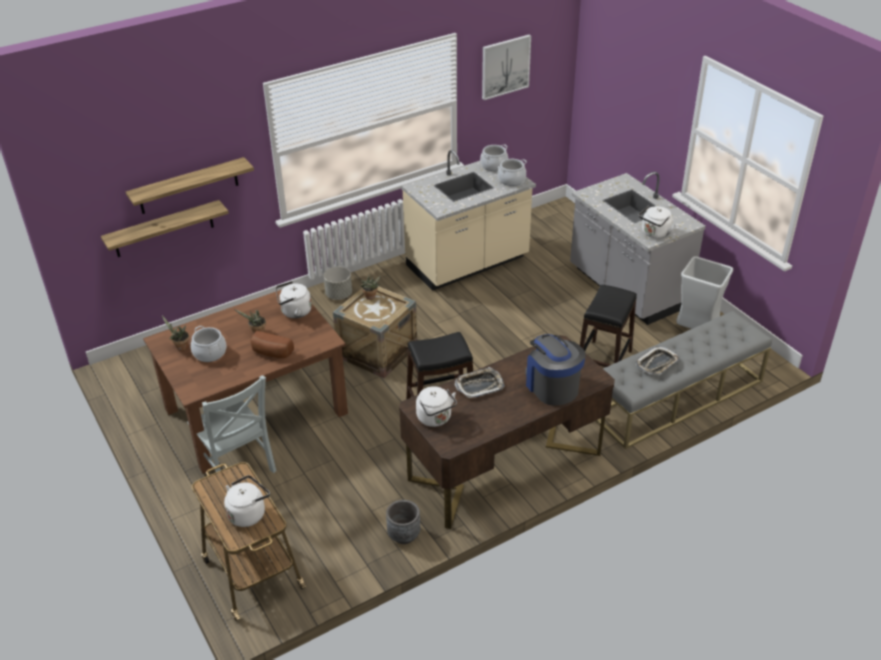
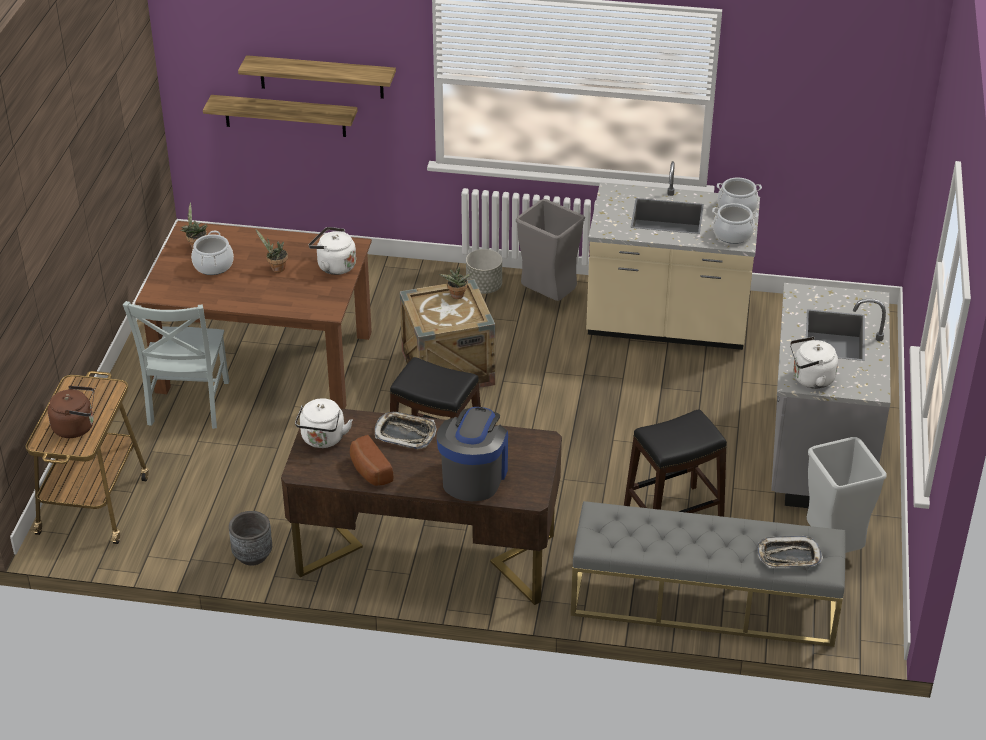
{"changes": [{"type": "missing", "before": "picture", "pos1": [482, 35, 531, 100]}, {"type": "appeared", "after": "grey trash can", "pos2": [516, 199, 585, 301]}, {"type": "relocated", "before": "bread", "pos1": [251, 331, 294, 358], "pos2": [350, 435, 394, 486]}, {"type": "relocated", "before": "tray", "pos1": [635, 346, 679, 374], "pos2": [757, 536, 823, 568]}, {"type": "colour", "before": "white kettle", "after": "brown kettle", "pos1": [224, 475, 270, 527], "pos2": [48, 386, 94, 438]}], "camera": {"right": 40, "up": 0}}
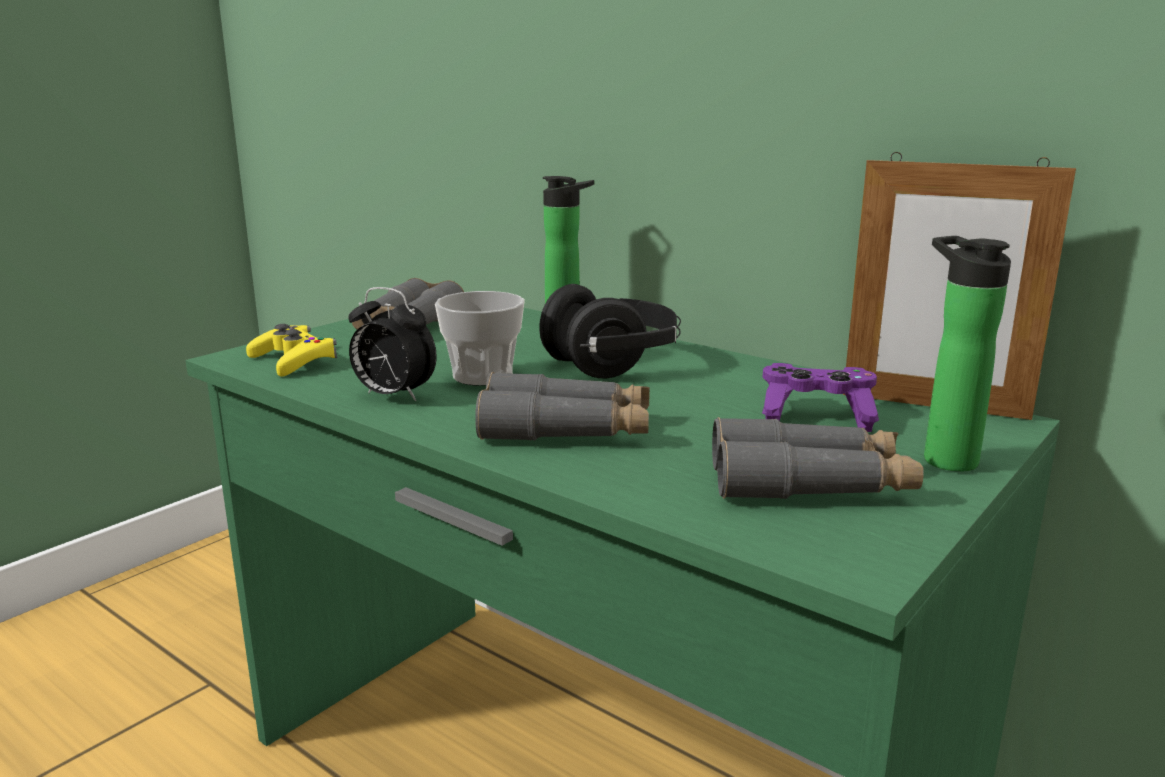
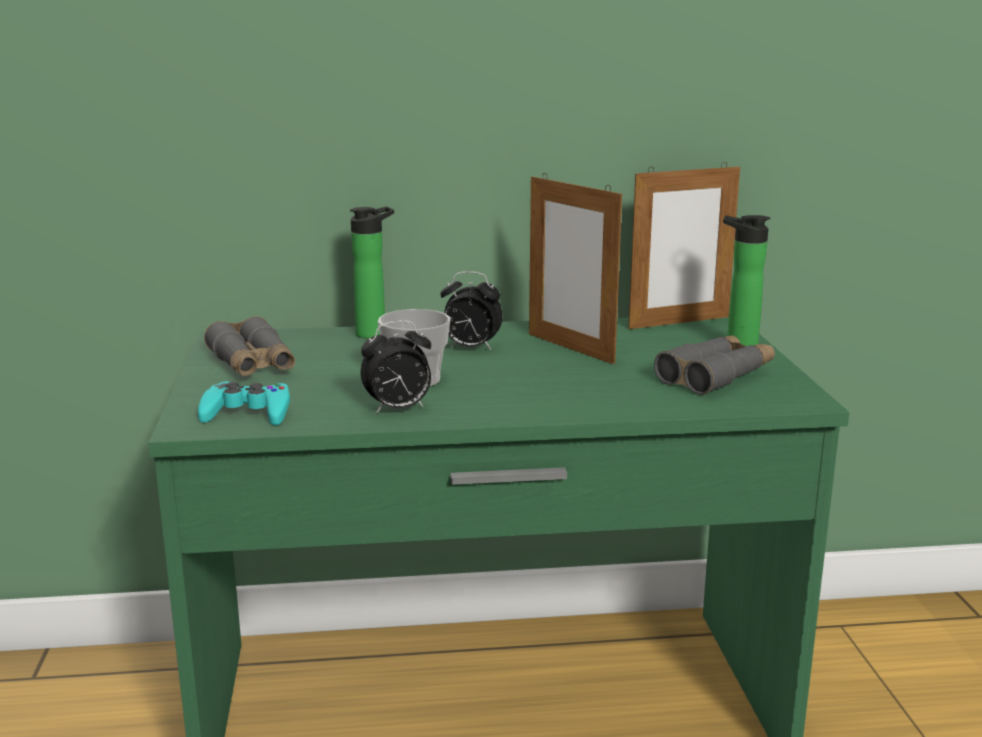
{"changes": [{"type": "missing", "before": "grey binoculars", "pos1": [475, 372, 650, 441]}, {"type": "missing", "before": "purple game controller", "pos1": [762, 363, 879, 432]}, {"type": "appeared", "after": "picture frame", "pos2": [529, 173, 622, 364]}, {"type": "exchanged", "before": "black headphones", "after": "alarm clock", "pos1": [539, 284, 681, 379], "pos2": [441, 271, 503, 350]}, {"type": "colour", "before": "yellow game controller", "after": "turquoise game controller", "pos1": [246, 324, 337, 376], "pos2": [198, 381, 290, 425]}], "camera": {"right": -45, "up": 0}}
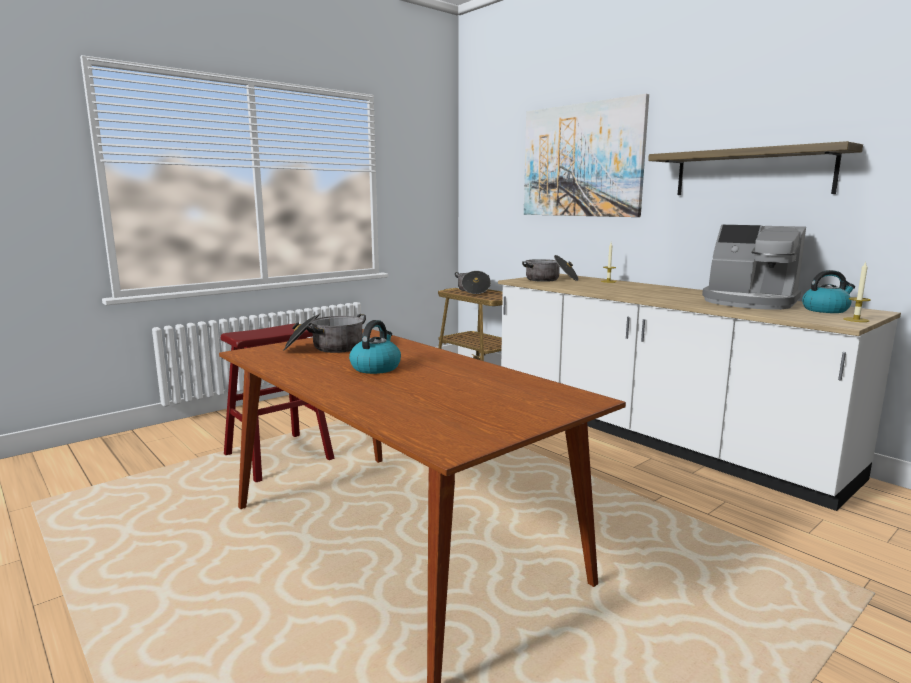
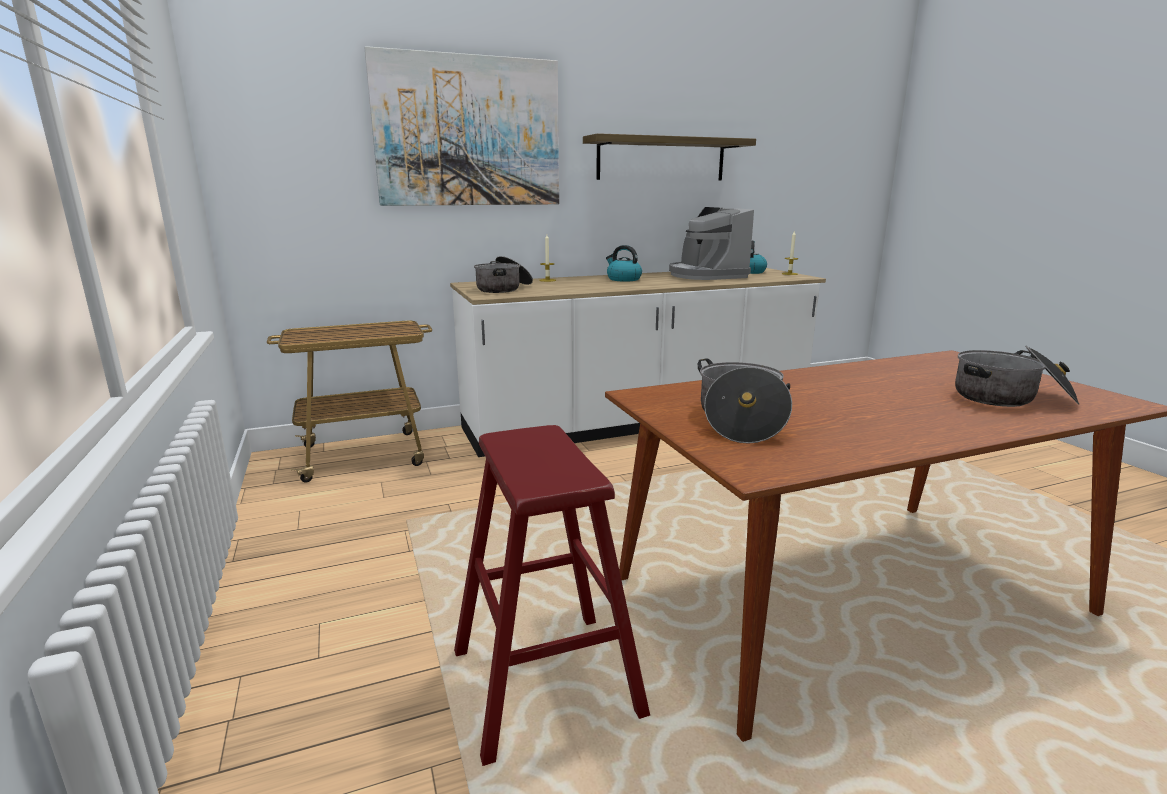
{"changes": [{"type": "relocated", "before": "kettle", "pos1": [349, 320, 401, 374], "pos2": [606, 245, 642, 281]}, {"type": "relocated", "before": "cooking pot", "pos1": [455, 271, 491, 294], "pos2": [955, 346, 1079, 407]}, {"type": "spun", "before": "coffee machine", "pos1": [702, 225, 806, 310], "pos2": [669, 207, 754, 280], "turn": 105}], "camera": {"right": -70, "up": 5}}
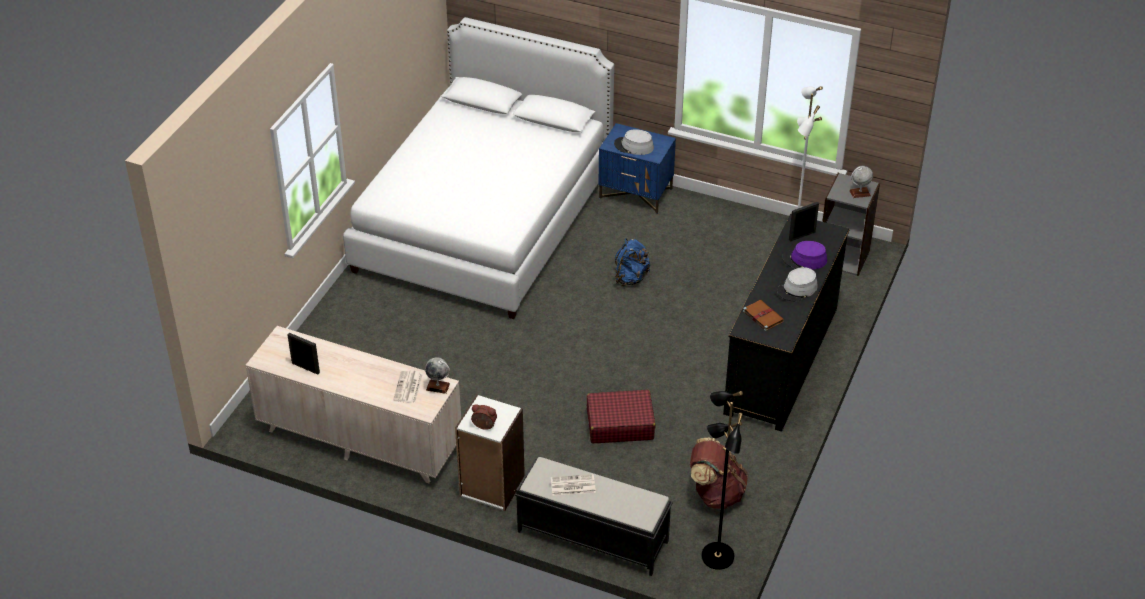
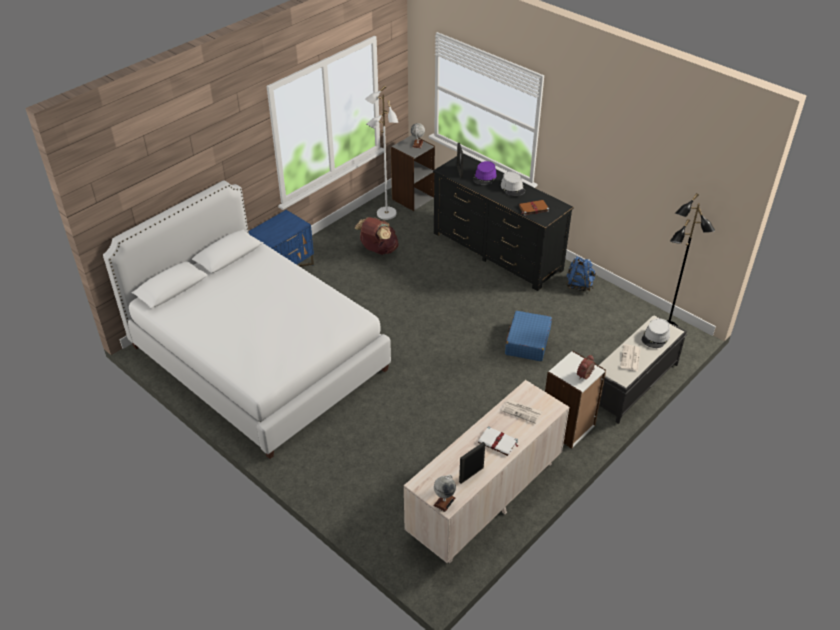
{"changes": [{"type": "appeared", "after": "white book", "pos2": [478, 426, 519, 456]}, {"type": "relocated", "before": "globe", "pos1": [425, 357, 450, 394], "pos2": [433, 474, 456, 512]}, {"type": "relocated", "before": "grey hat", "pos1": [614, 129, 654, 155], "pos2": [641, 318, 670, 348]}, {"type": "relocated", "before": "blue backpack", "pos1": [615, 238, 650, 286], "pos2": [566, 256, 596, 291]}, {"type": "relocated", "before": "brown backpack", "pos1": [690, 438, 748, 509], "pos2": [355, 217, 399, 255]}, {"type": "colour", "before": "red suitcase", "after": "blue suitcase", "pos1": [587, 390, 655, 443], "pos2": [505, 311, 552, 361]}], "camera": {"right": -70, "up": 0}}
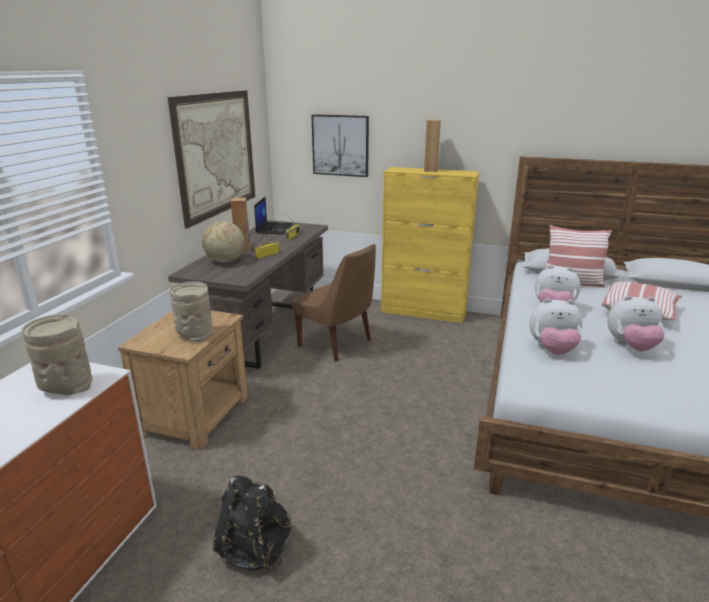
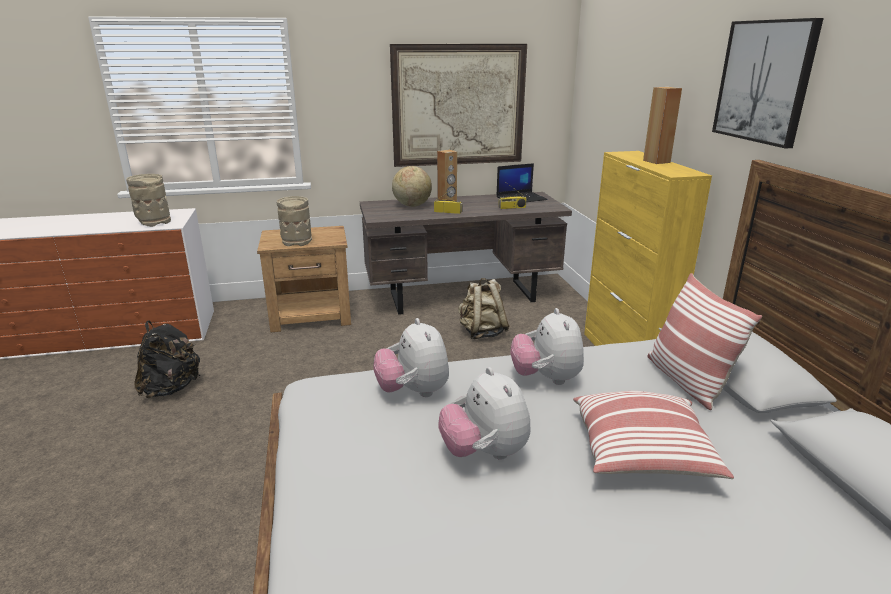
{"changes": [{"type": "relocated", "before": "picture", "pos1": [311, 114, 369, 177], "pos2": [712, 18, 824, 148]}, {"type": "exchanged", "before": "brown chair", "after": "beige backpack", "pos1": [292, 244, 376, 362], "pos2": [458, 278, 510, 339]}], "camera": {"right": 60, "up": 0}}
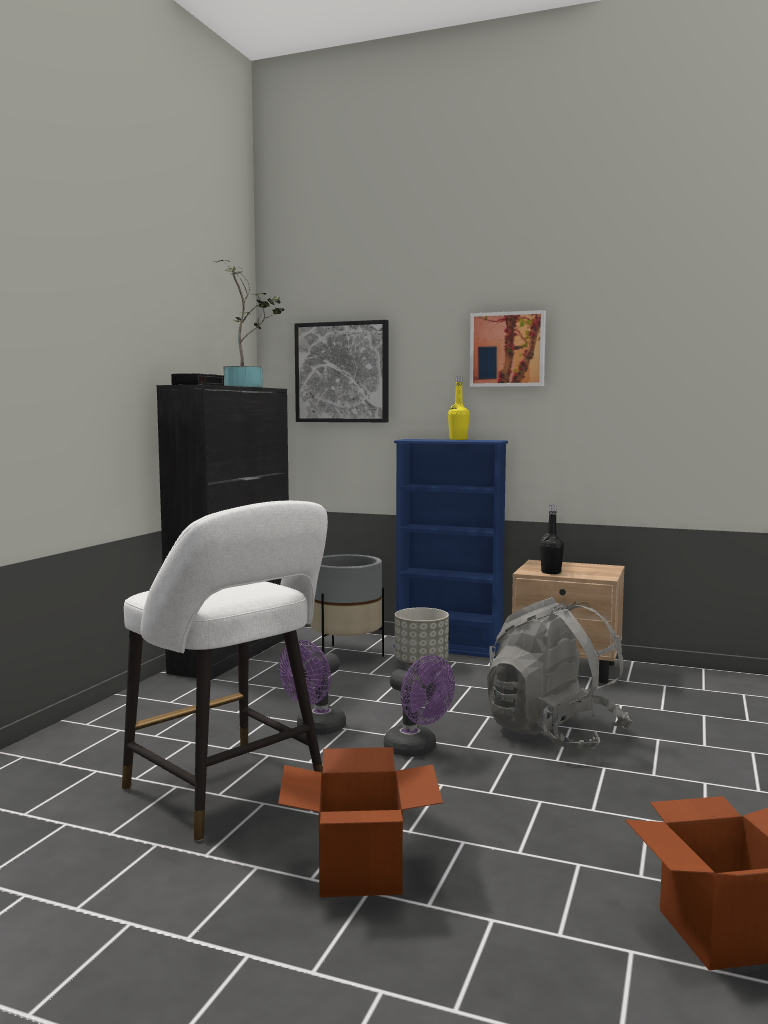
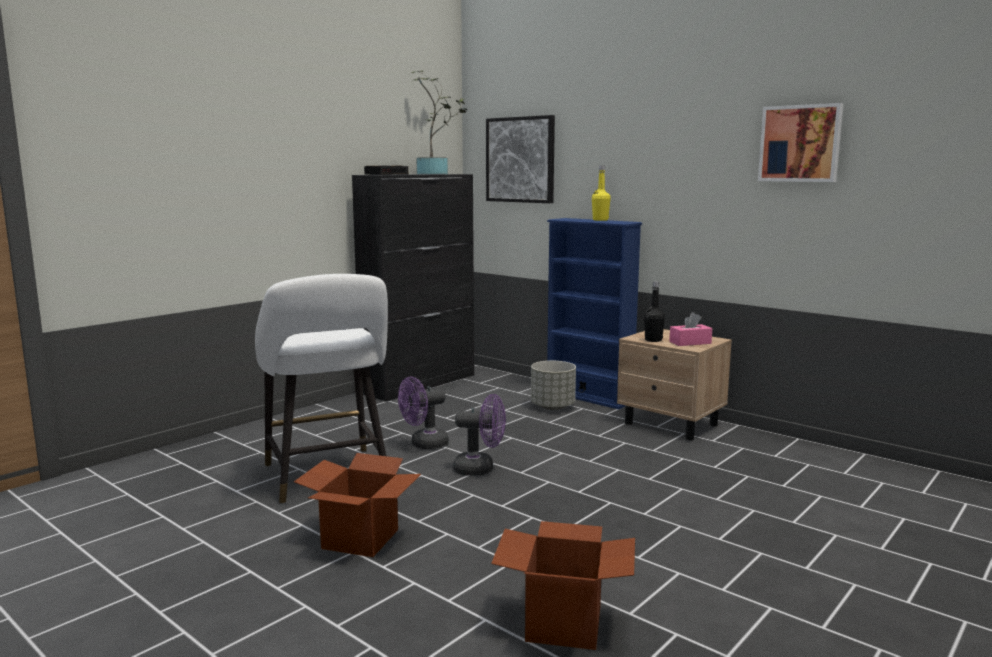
{"changes": [{"type": "missing", "before": "grey planter", "pos1": [310, 554, 384, 657]}, {"type": "missing", "before": "grey backpack", "pos1": [487, 597, 633, 750]}, {"type": "appeared", "after": "pink tissue box", "pos2": [669, 312, 712, 346]}, {"type": "relocated", "before": "picture", "pos1": [470, 310, 546, 387], "pos2": [758, 103, 844, 182]}, {"type": "spun", "before": "purple fan", "pos1": [384, 655, 455, 757], "pos2": [453, 394, 506, 476], "turn": -60}], "camera": {"right": 20, "up": 5}}
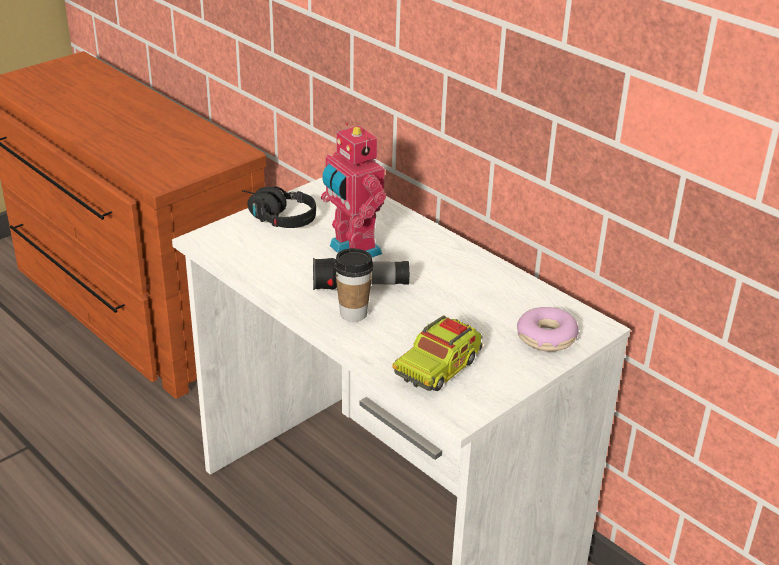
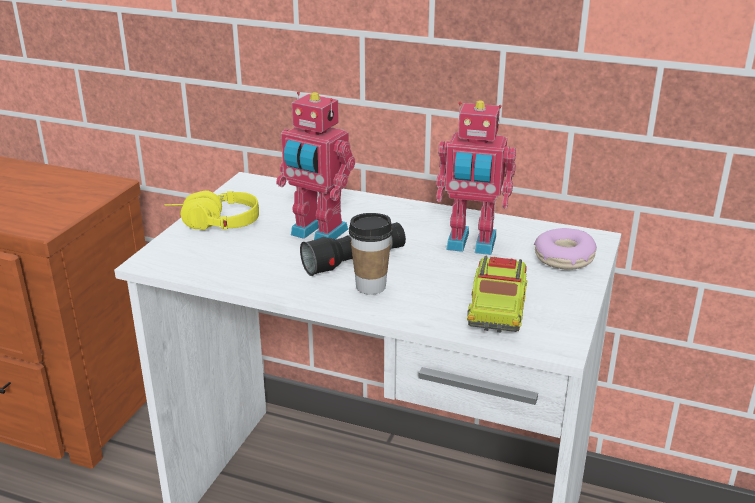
{"changes": [{"type": "appeared", "after": "toy robot", "pos2": [436, 101, 516, 255]}, {"type": "colour", "before": "black headphones", "after": "yellow headphones", "pos1": [242, 186, 316, 228], "pos2": [165, 190, 259, 230]}], "camera": {"right": -25, "up": -5}}
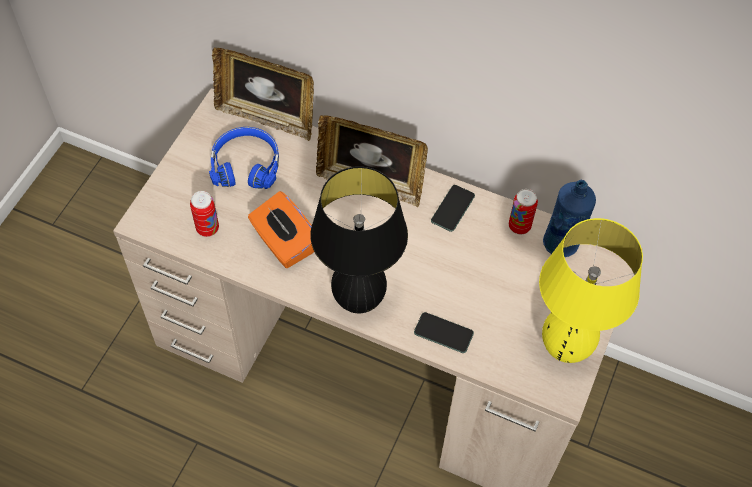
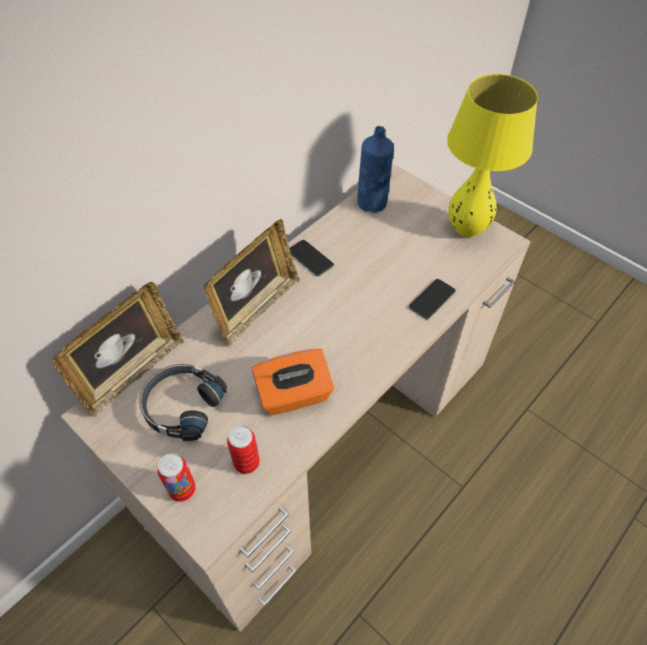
{"changes": [{"type": "missing", "before": "black table lamp", "pos1": [310, 166, 408, 313]}, {"type": "relocated", "before": "can", "pos1": [509, 189, 538, 234], "pos2": [157, 453, 196, 502]}, {"type": "colour", "before": "blue headphones", "after": "black headphones", "pos1": [209, 127, 279, 189], "pos2": [139, 364, 227, 441]}], "camera": {"right": -70, "up": -5}}
